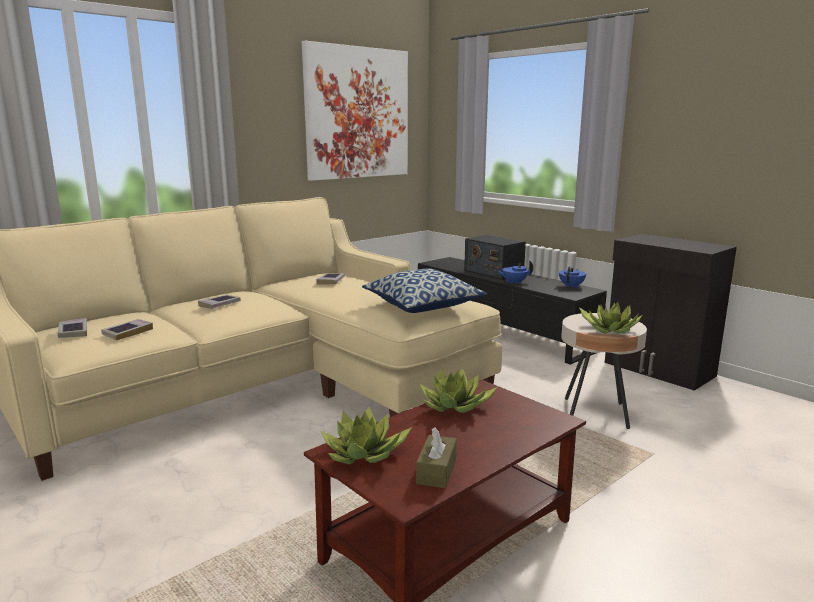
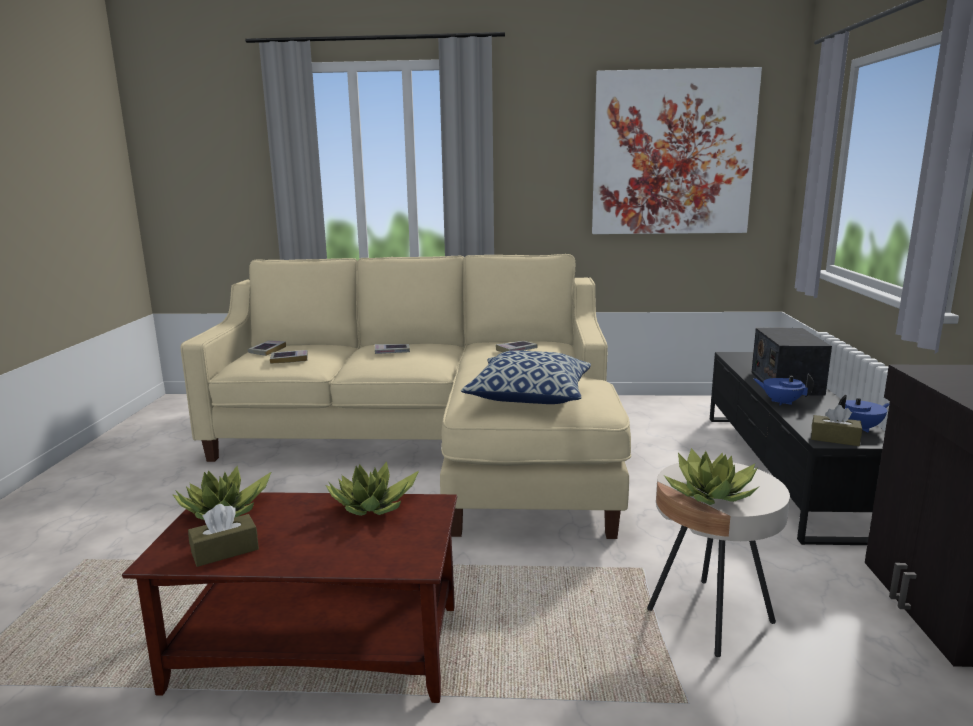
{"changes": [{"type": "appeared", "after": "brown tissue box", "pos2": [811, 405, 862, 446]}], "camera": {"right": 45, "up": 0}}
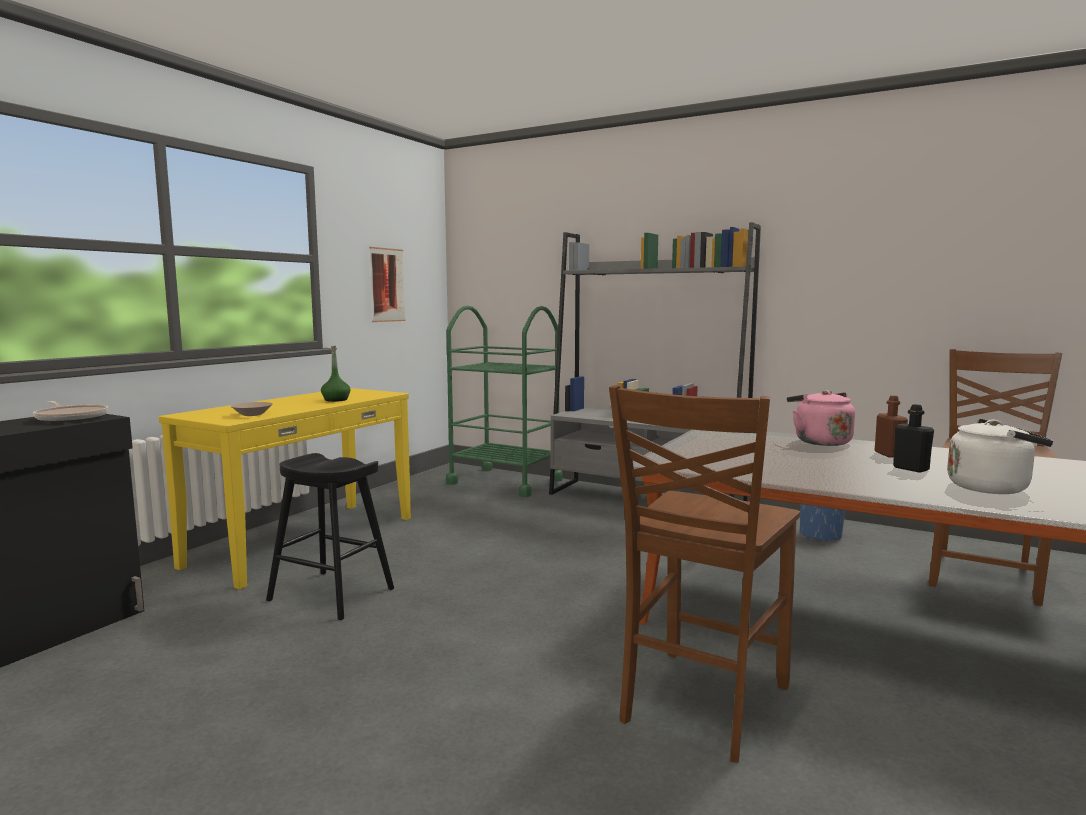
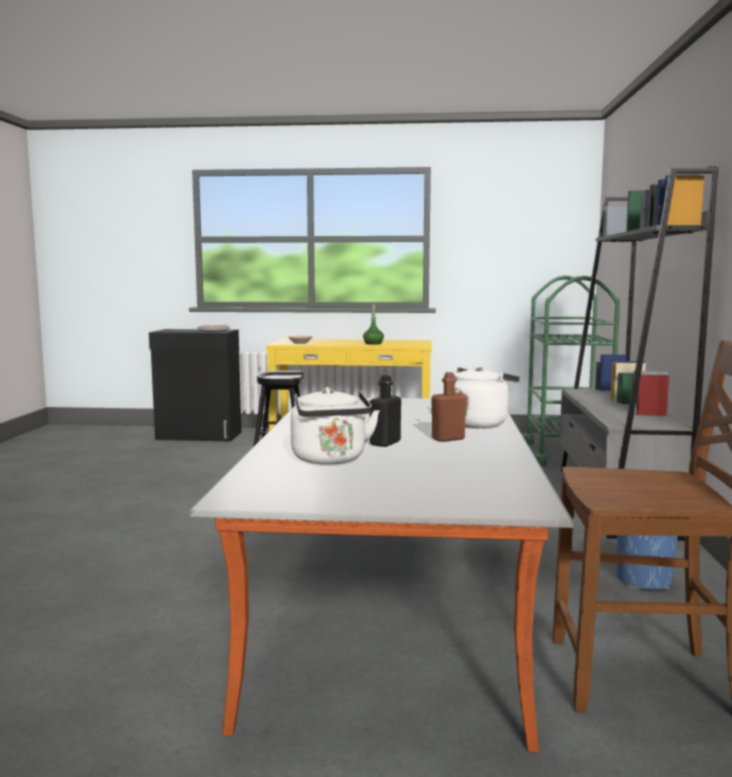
{"changes": [{"type": "missing", "before": "picture", "pos1": [369, 247, 406, 322]}, {"type": "missing", "before": "brown chair", "pos1": [609, 385, 800, 763]}, {"type": "colour", "before": "pink kettle", "after": "white kettle", "pos1": [787, 390, 855, 446], "pos2": [443, 366, 520, 428]}], "camera": {"right": 65, "up": 0}}
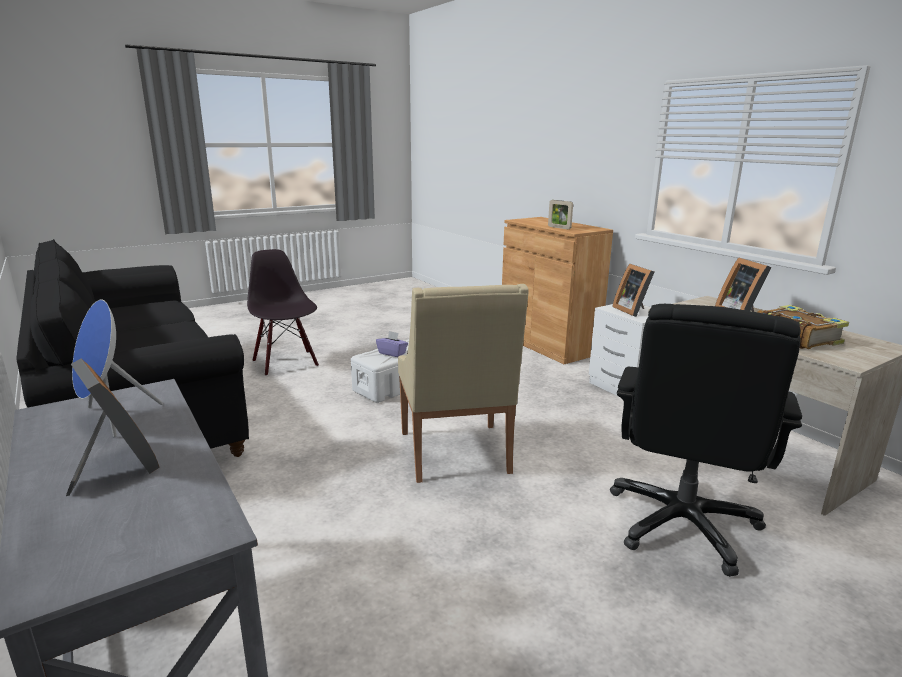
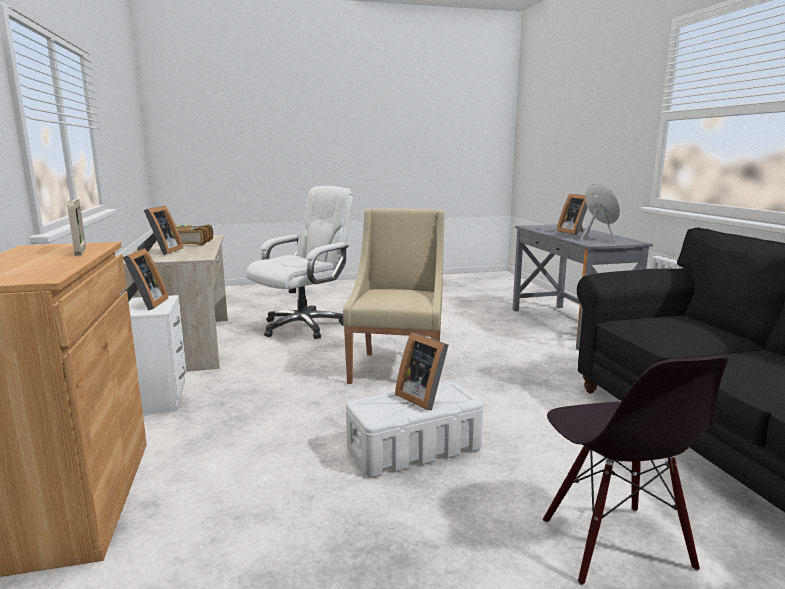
{"changes": [{"type": "exchanged", "before": "purple tissue box", "after": "picture frame", "pos1": [376, 331, 408, 357], "pos2": [395, 332, 448, 410]}, {"type": "colour", "before": "black office chair", "after": "white office chair", "pos1": [610, 304, 802, 577], "pos2": [246, 186, 353, 339]}], "camera": {"right": -160, "up": -5}}
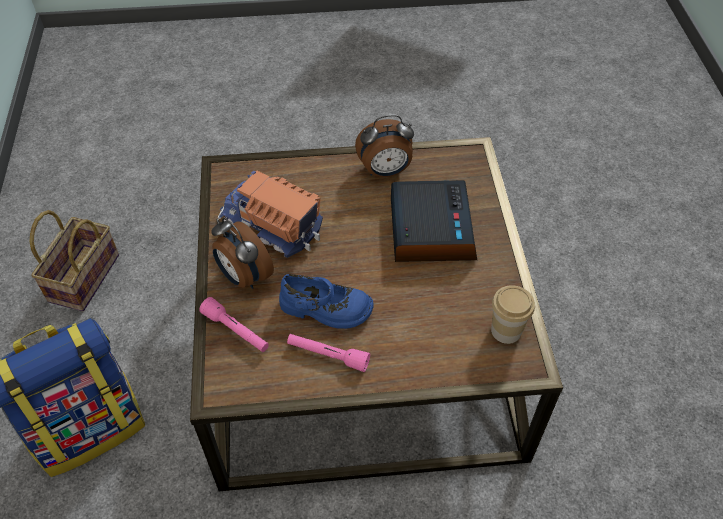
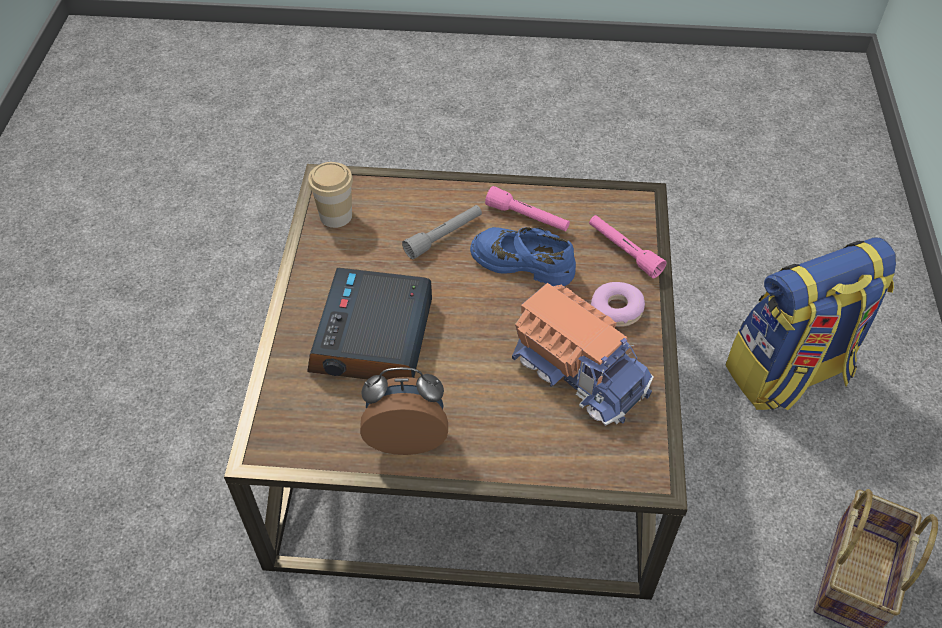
{"changes": [{"type": "appeared", "after": "grey flashlight", "pos2": [402, 205, 482, 260]}, {"type": "exchanged", "before": "alarm clock", "after": "donut", "pos1": [211, 218, 274, 289], "pos2": [591, 282, 645, 327]}], "camera": {"right": -170, "up": 0}}
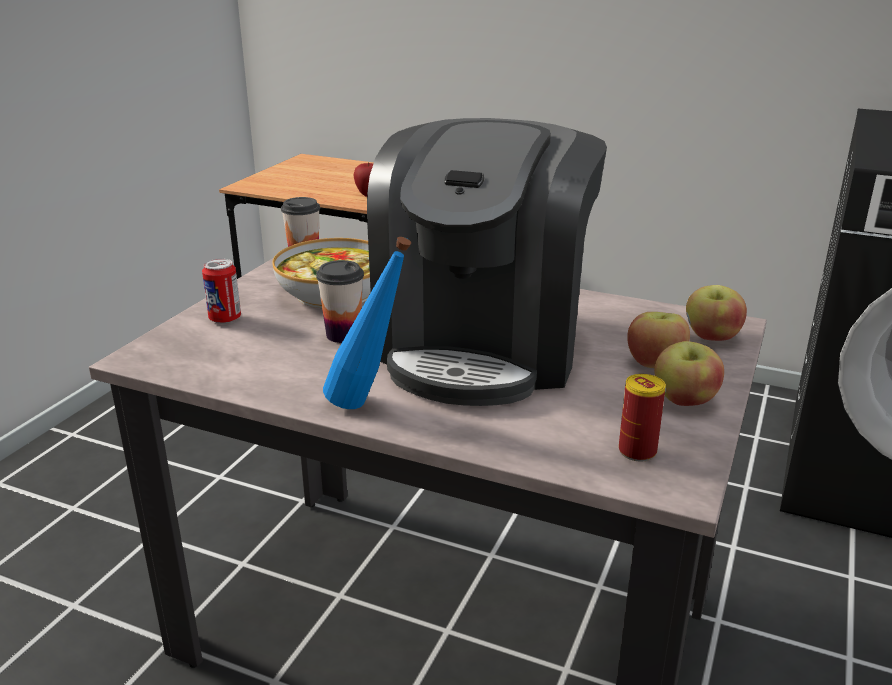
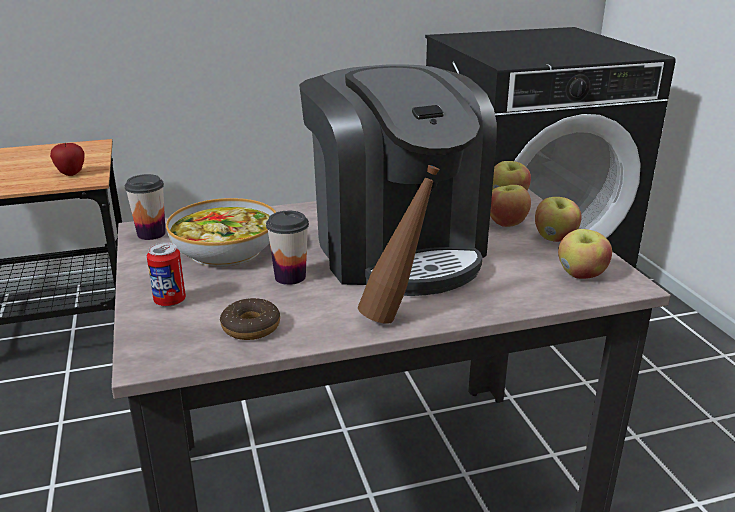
{"changes": [{"type": "appeared", "after": "donut", "pos2": [220, 298, 280, 340]}, {"type": "exchanged", "before": "can", "after": "apple", "pos1": [619, 374, 666, 462], "pos2": [558, 229, 612, 279]}, {"type": "colour", "before": "blue bottle", "after": "brown bottle", "pos1": [323, 237, 411, 409], "pos2": [358, 165, 440, 324]}], "camera": {"right": -40, "up": 0}}
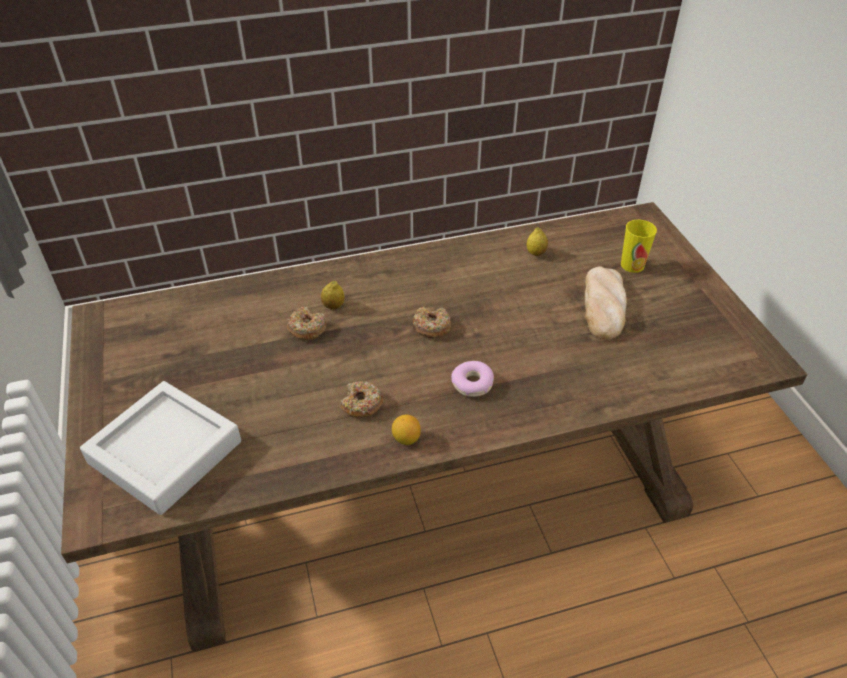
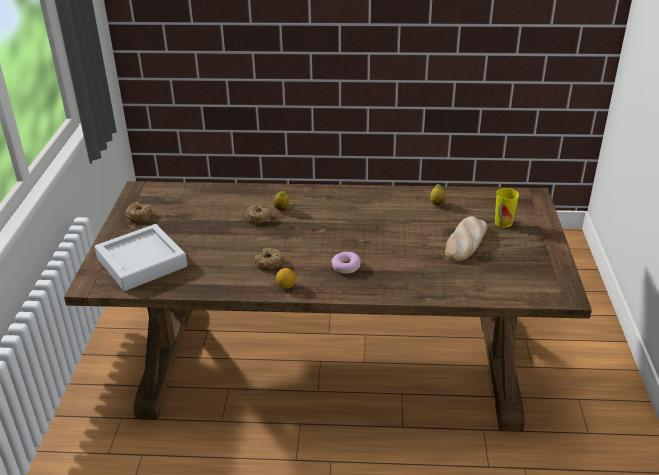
{"changes": [{"type": "relocated", "before": "donut", "pos1": [413, 306, 451, 338], "pos2": [125, 202, 152, 222]}], "camera": {"right": 20, "up": -10}}
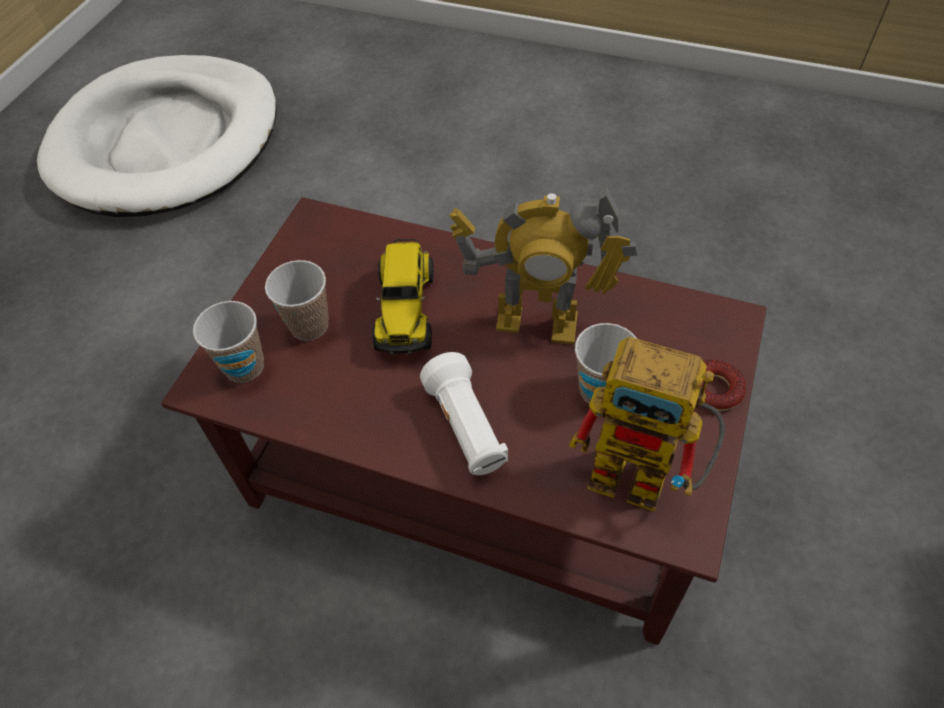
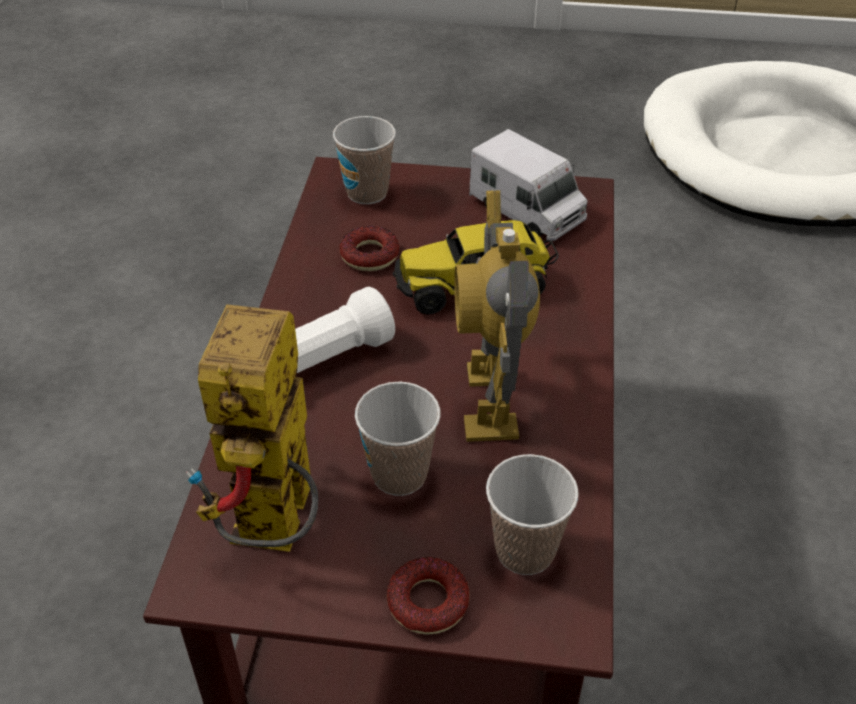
{"changes": [{"type": "appeared", "after": "donut", "pos2": [340, 226, 400, 271]}, {"type": "appeared", "after": "toy truck", "pos2": [469, 129, 588, 241]}, {"type": "relocated", "before": "cup", "pos1": [265, 260, 329, 341], "pos2": [486, 454, 579, 575]}], "camera": {"right": 75, "up": -10}}
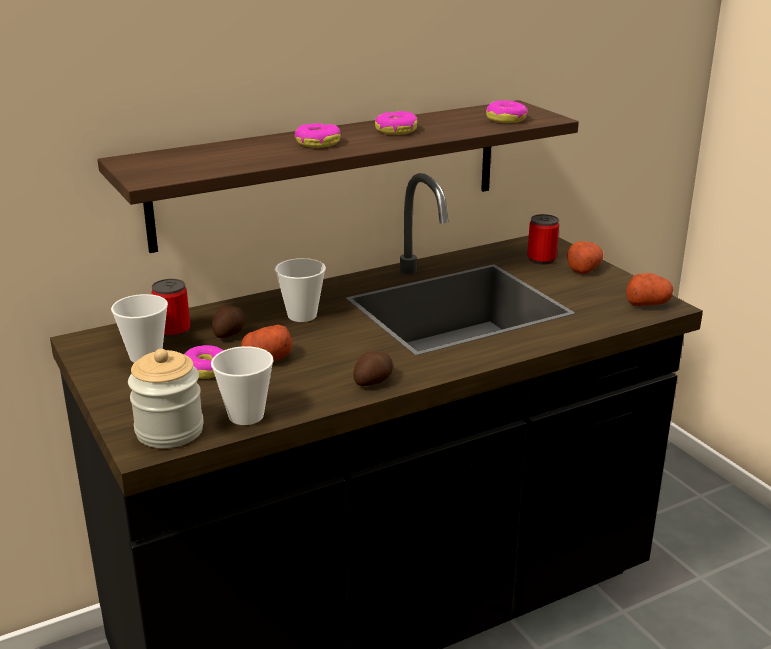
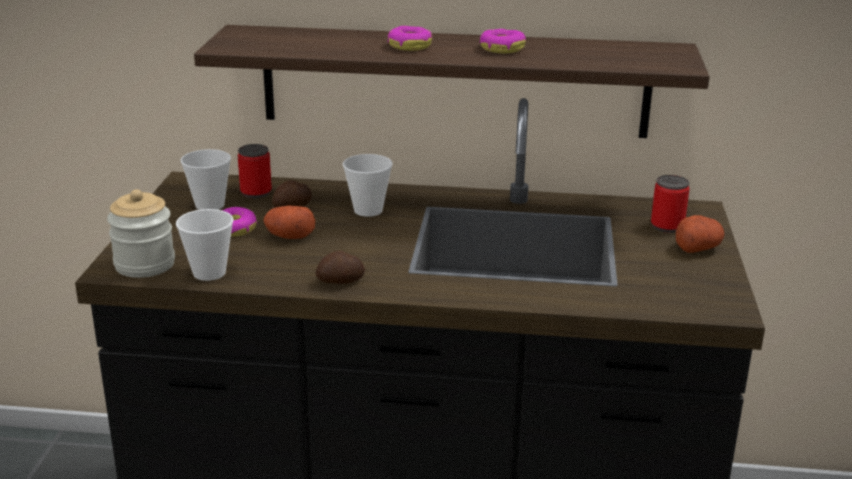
{"changes": [{"type": "missing", "before": "donut", "pos1": [486, 101, 528, 123]}, {"type": "missing", "before": "potato", "pos1": [626, 273, 674, 306]}], "camera": {"right": 35, "up": 0}}
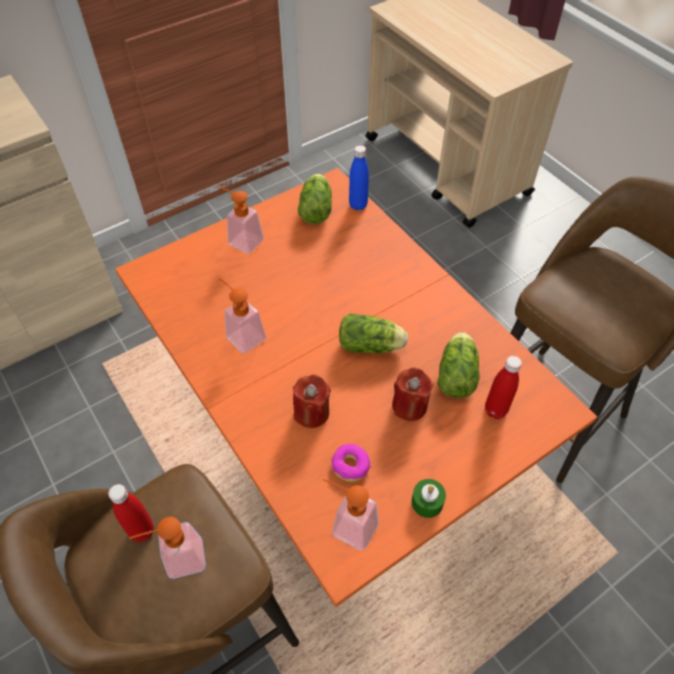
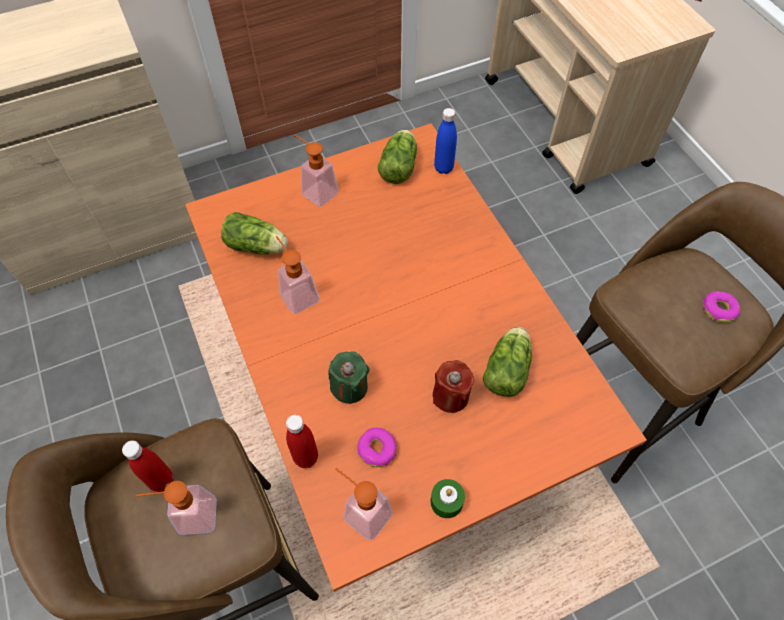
{"changes": [{"type": "appeared", "after": "donut", "pos2": [703, 291, 740, 323]}, {"type": "relocated", "before": "lettuce", "pos1": [339, 313, 408, 353], "pos2": [221, 212, 288, 255]}, {"type": "relocated", "before": "red bottle", "pos1": [485, 356, 522, 419], "pos2": [286, 415, 318, 468]}, {"type": "colour", "before": "red candle", "after": "green candle", "pos1": [293, 375, 331, 428], "pos2": [328, 352, 370, 404]}], "camera": {"right": 10, "up": 5}}
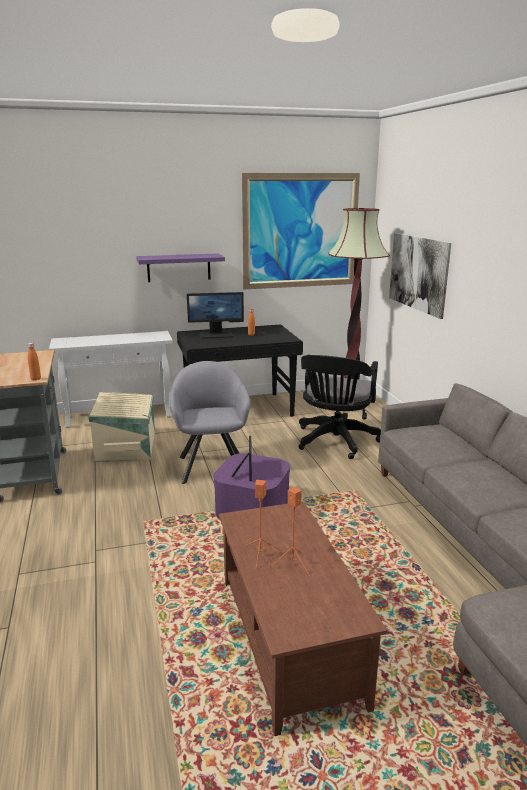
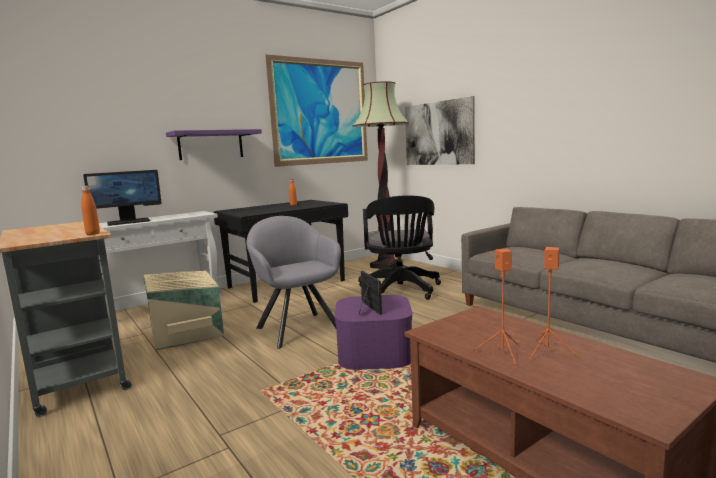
{"changes": [{"type": "relocated", "before": "monitor", "pos1": [187, 292, 244, 339], "pos2": [83, 170, 161, 226]}], "camera": {"right": -20, "up": -10}}
